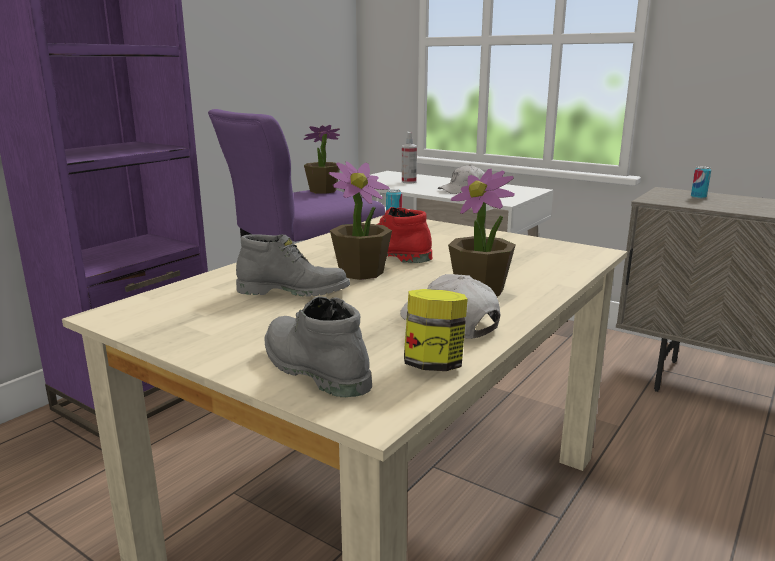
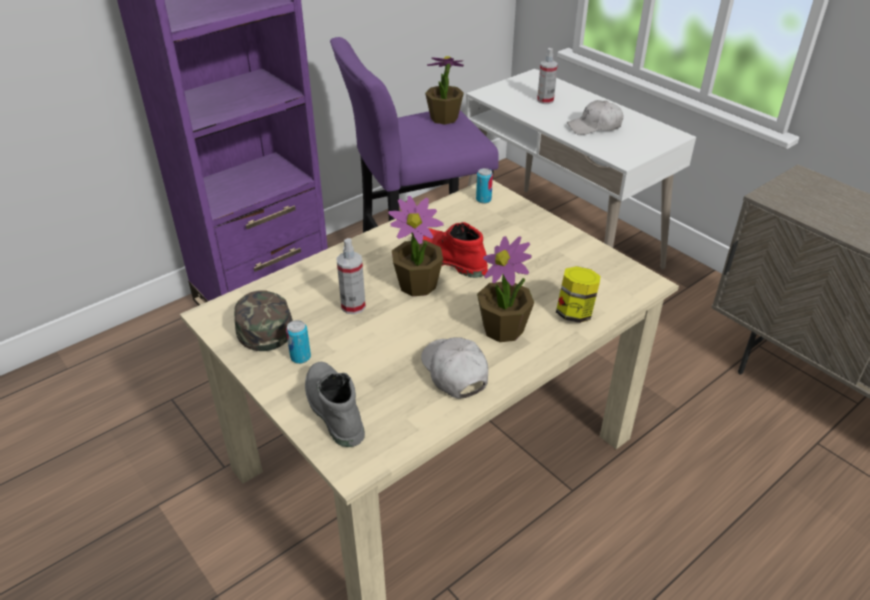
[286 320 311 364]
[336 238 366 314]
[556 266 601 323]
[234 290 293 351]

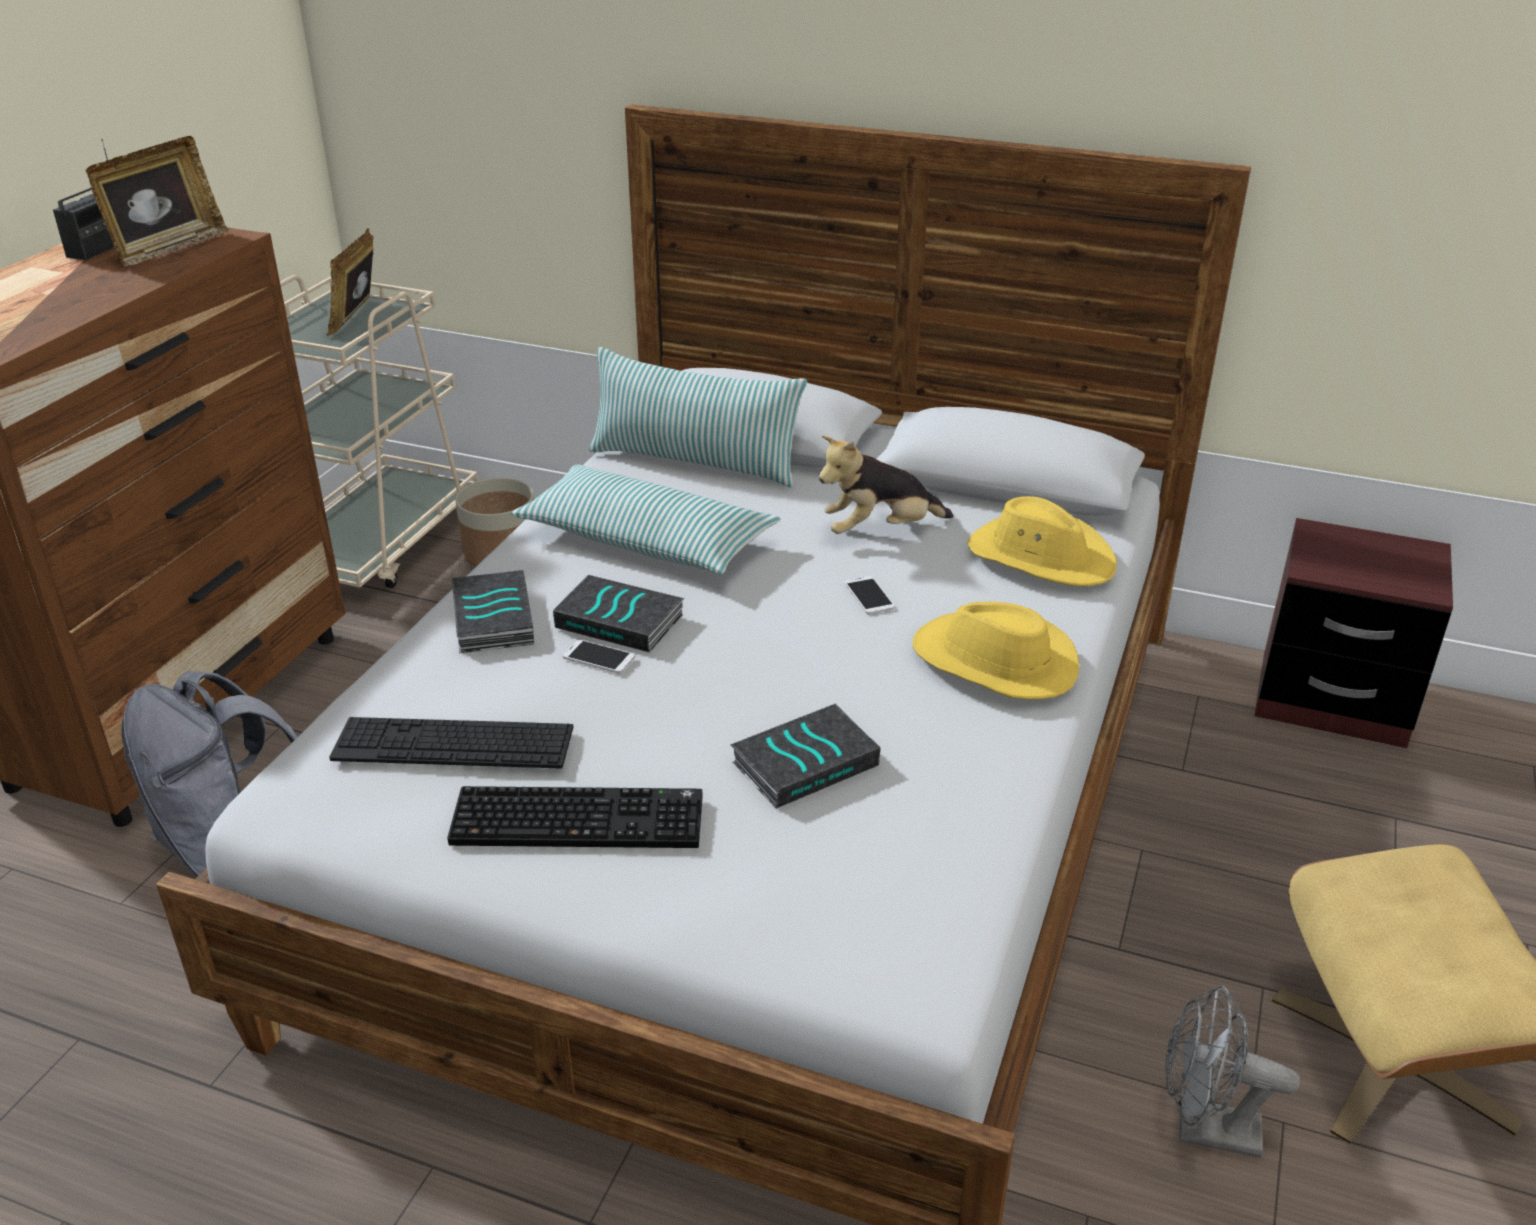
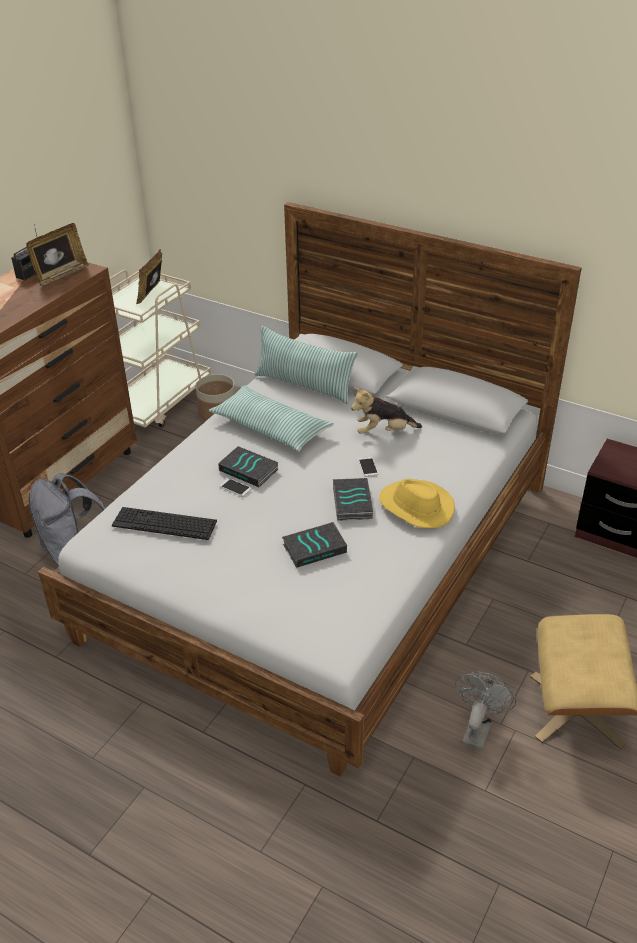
[968 496 1117 586] (first image)
[333 478 373 521]
[447 786 703 848] (first image)
[455 671 516 750]

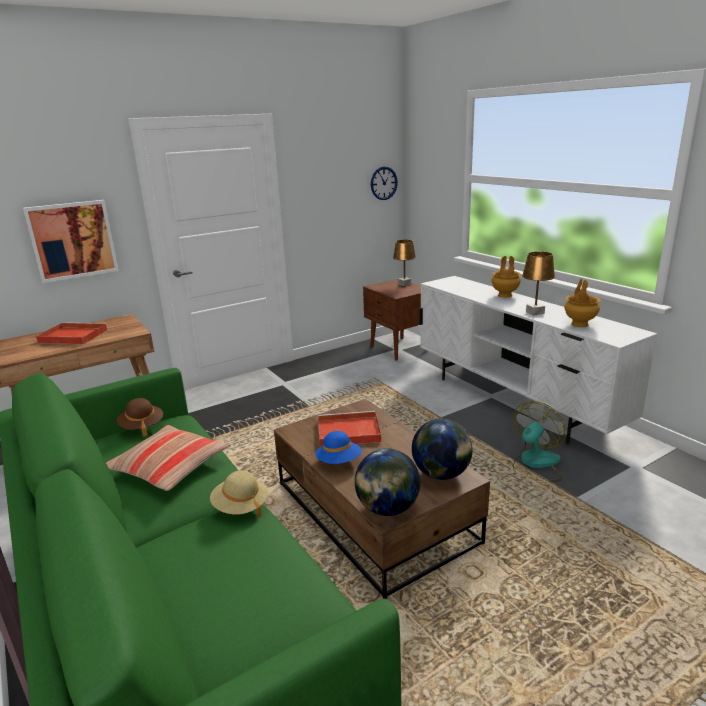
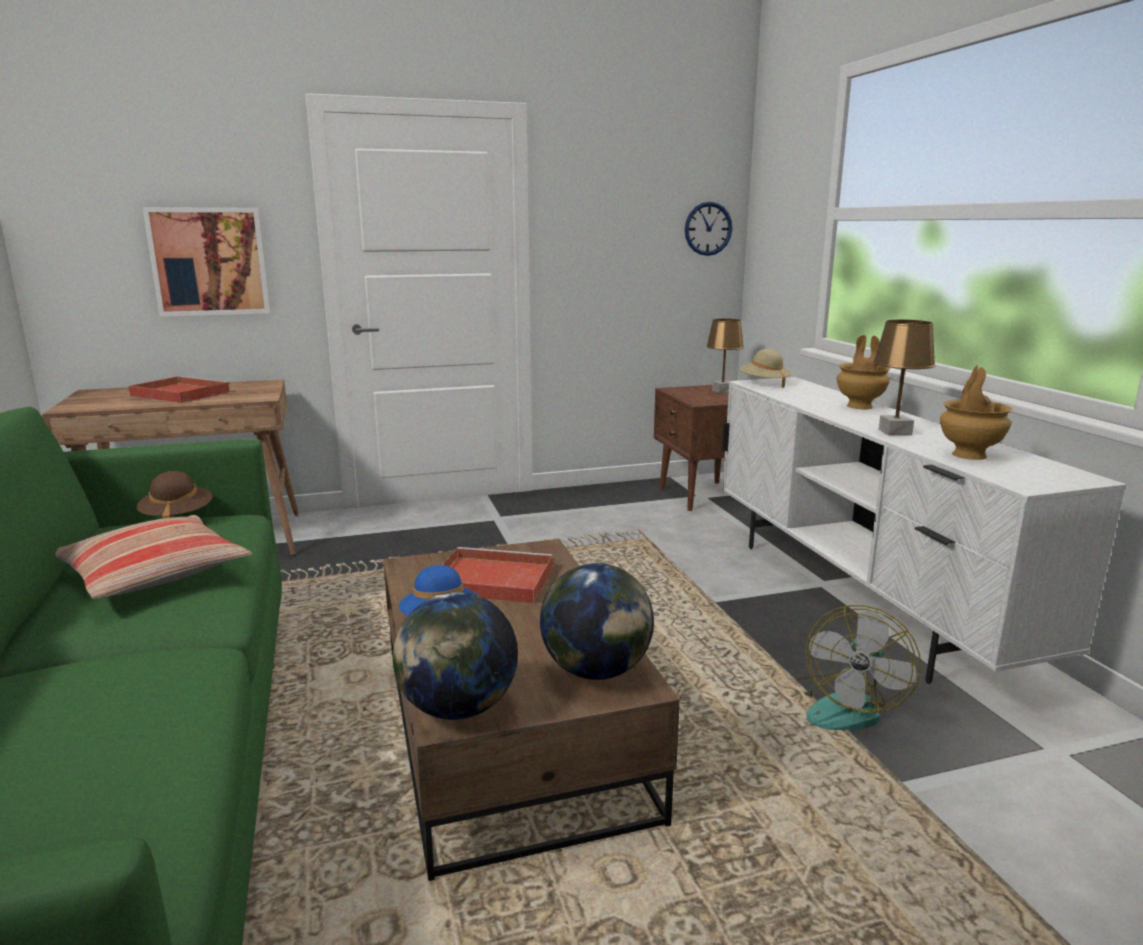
[795 605 921 731]
[739 349 791 388]

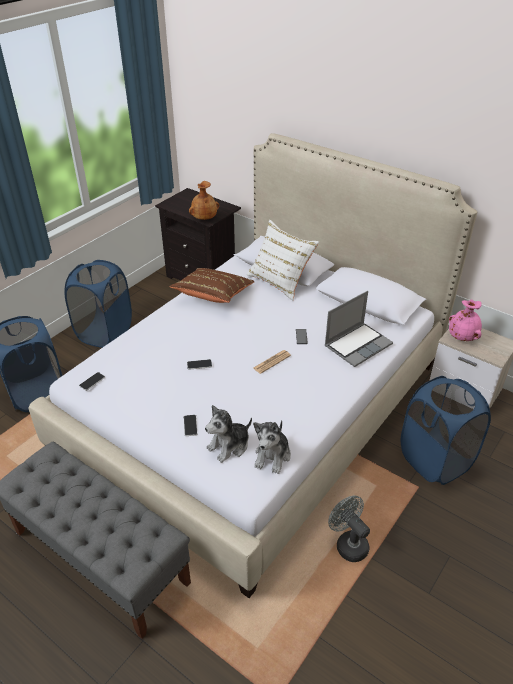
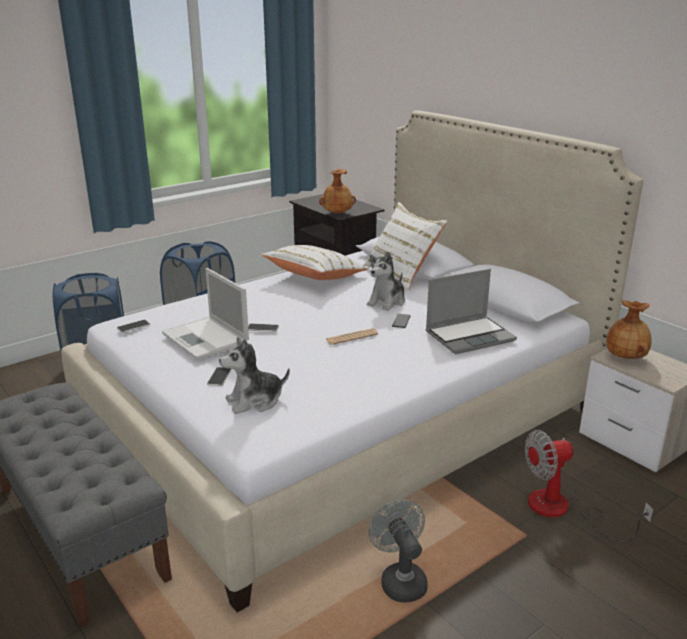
[262 245 368 280]
[606 300 652 359]
[525 430 653 541]
[367 251 405 311]
[162 268 249 360]

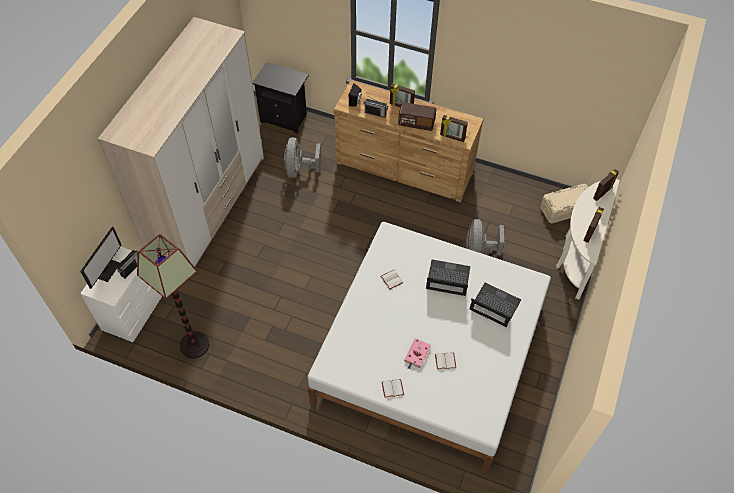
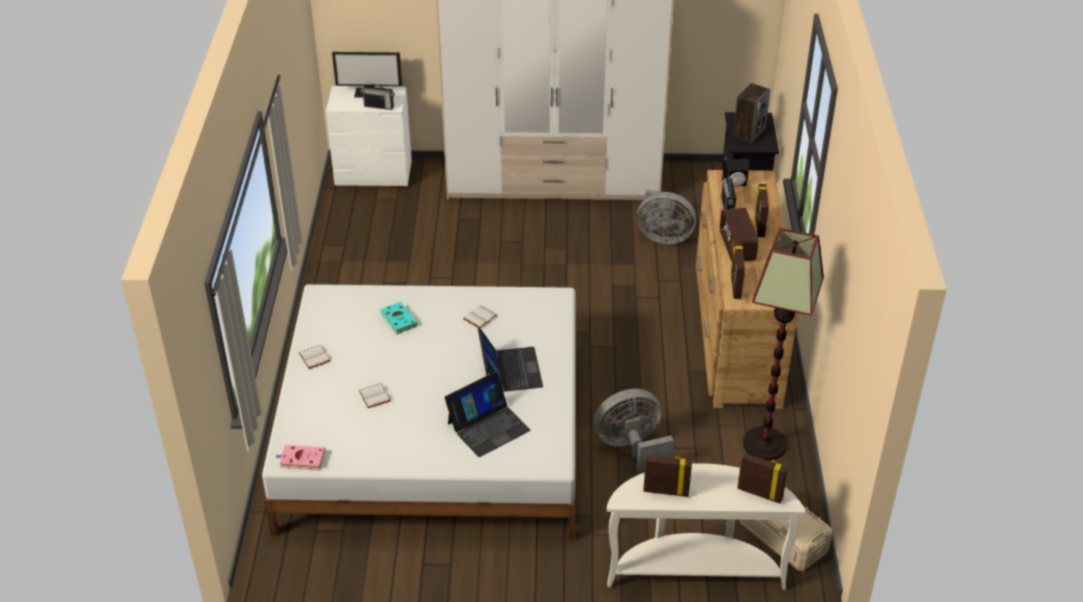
[637 190 696 244]
[743 228 824 460]
[444 371 530 457]
[275 445 325 470]
[733 83 771 143]
[380 302 418 334]

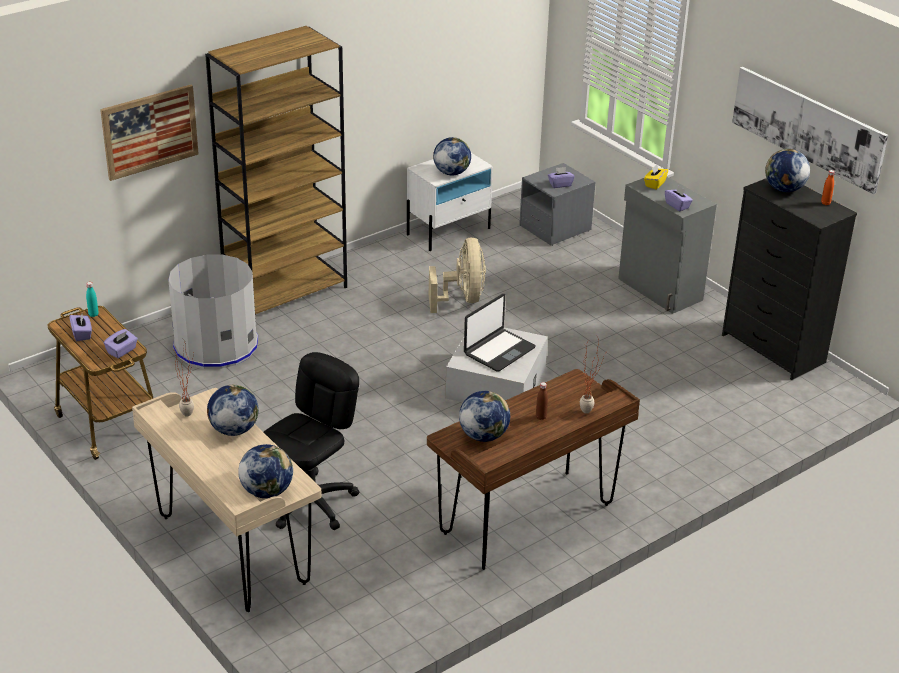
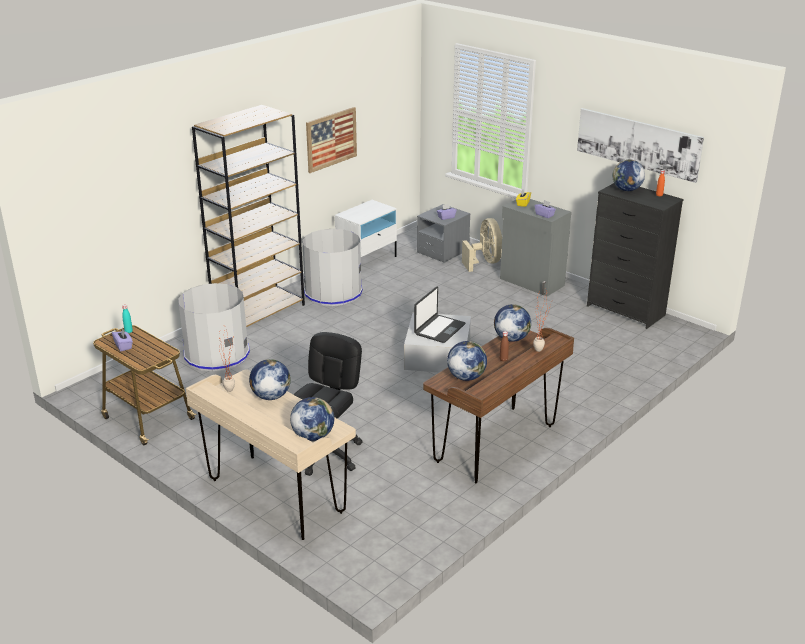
[306 107 357 173]
[494 304 531 342]
[462 218 502 272]
[104 329 138 358] (first image)
[302 229 363 306]

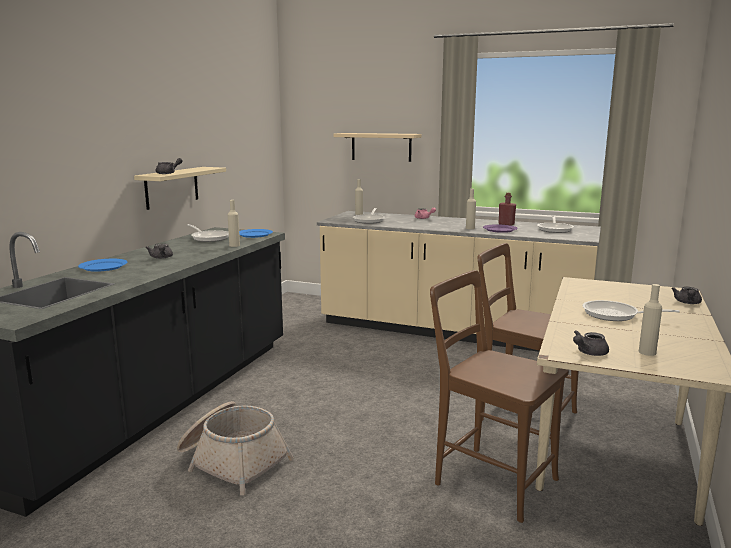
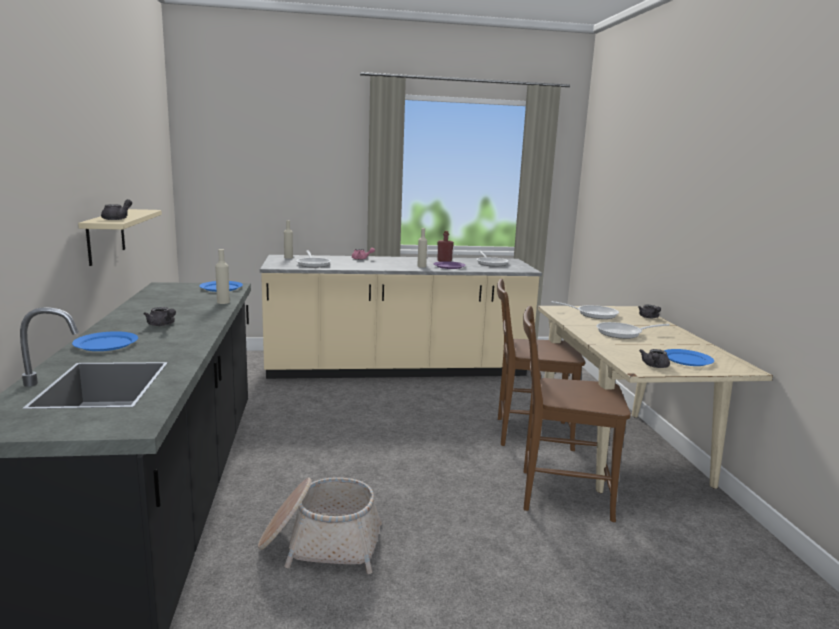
[333 133 422 162] (first image)
[551 301 619 319]
[664 349 714 366]

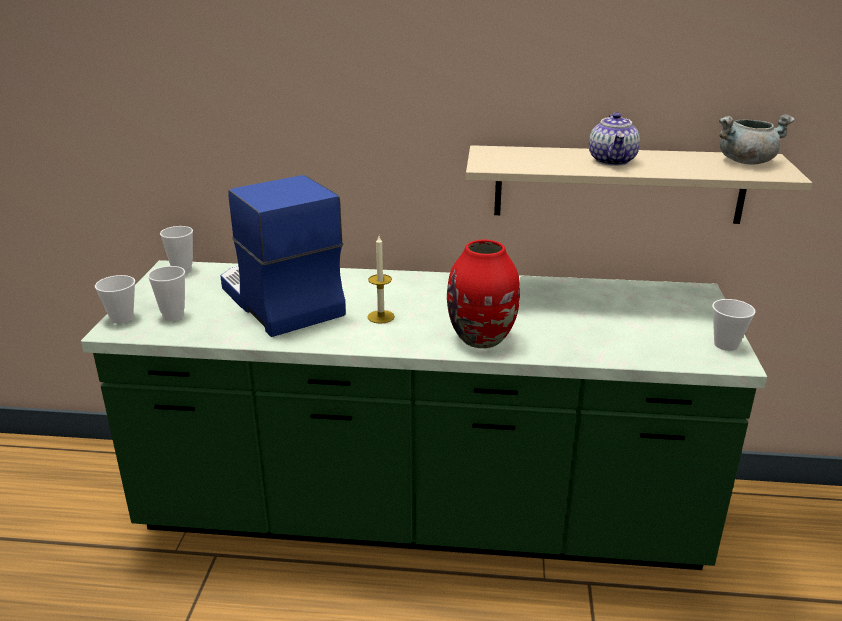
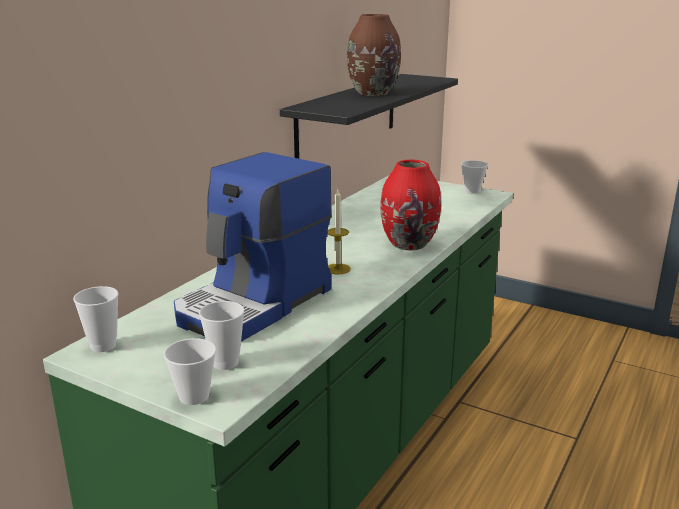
[347 14 401 96]
[719 114 795 165] (first image)
[280 74 458 159]
[174 152 332 342]

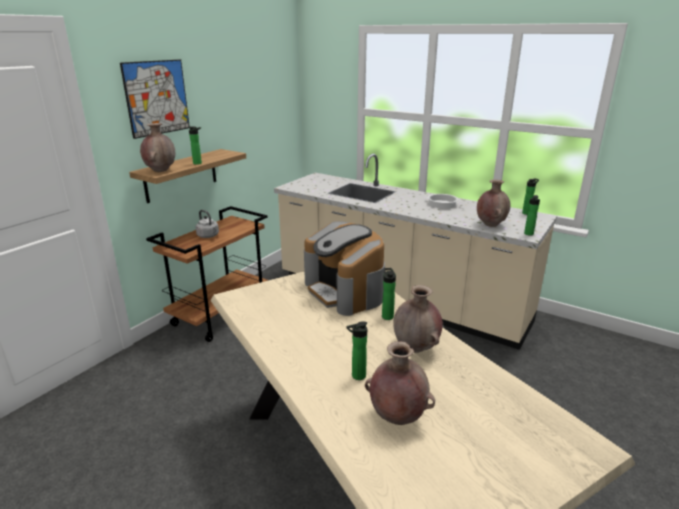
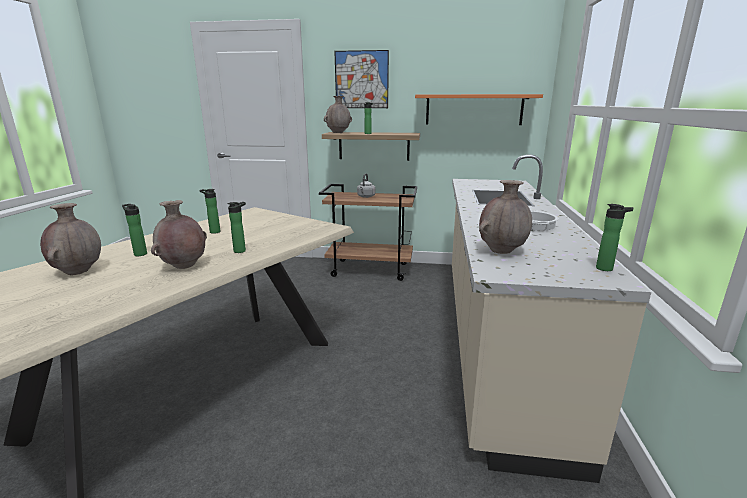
[199 189 220 234]
[304 221 385 316] (first image)
[415 94 543 125]

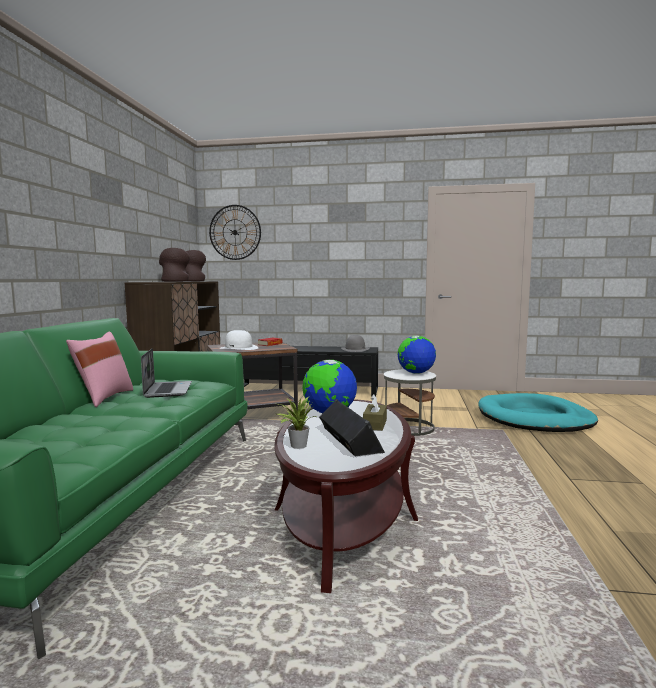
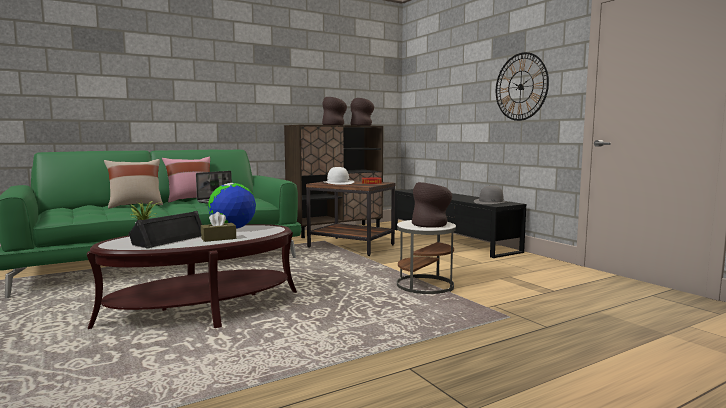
[496 52 549 121]
[412 182 452 228]
[478 393 598 432] (first image)
[104 159 163 209]

